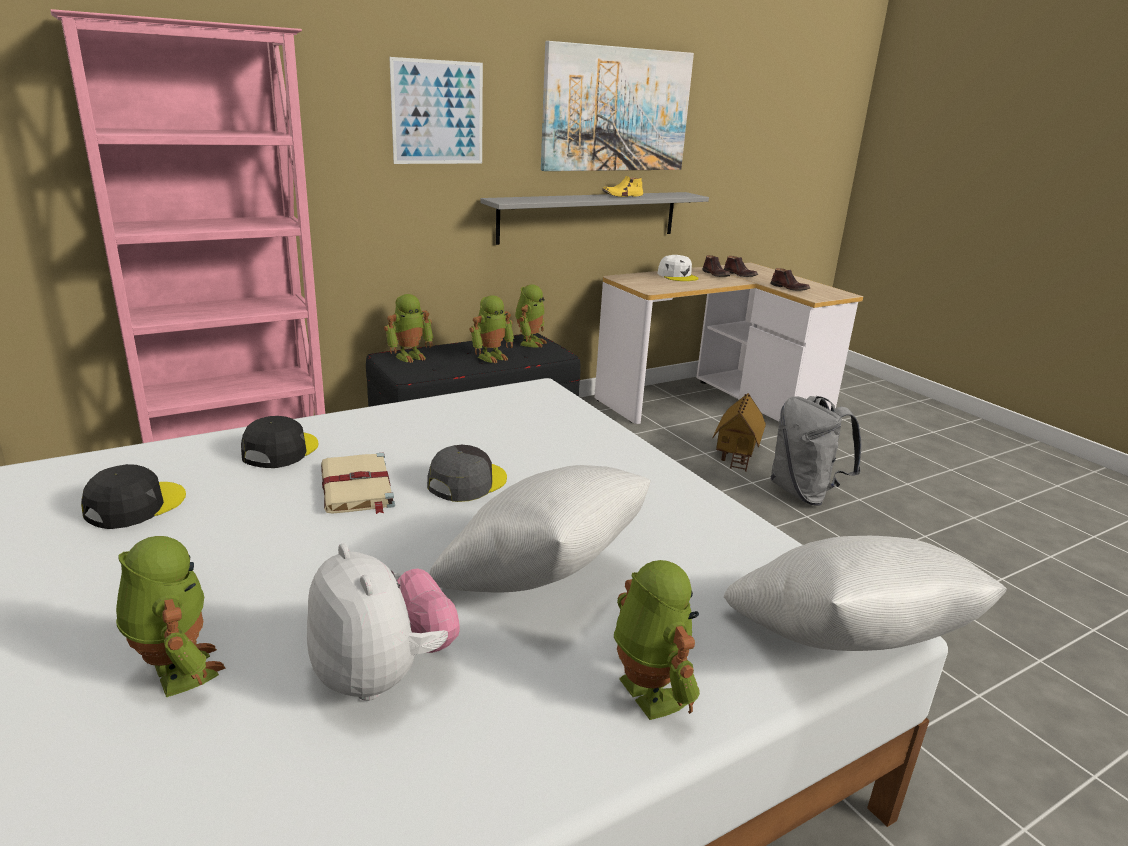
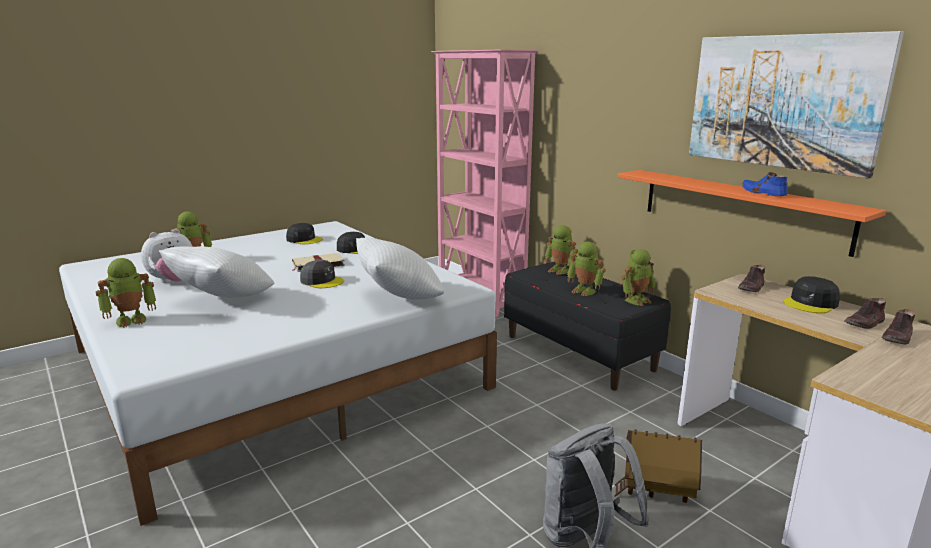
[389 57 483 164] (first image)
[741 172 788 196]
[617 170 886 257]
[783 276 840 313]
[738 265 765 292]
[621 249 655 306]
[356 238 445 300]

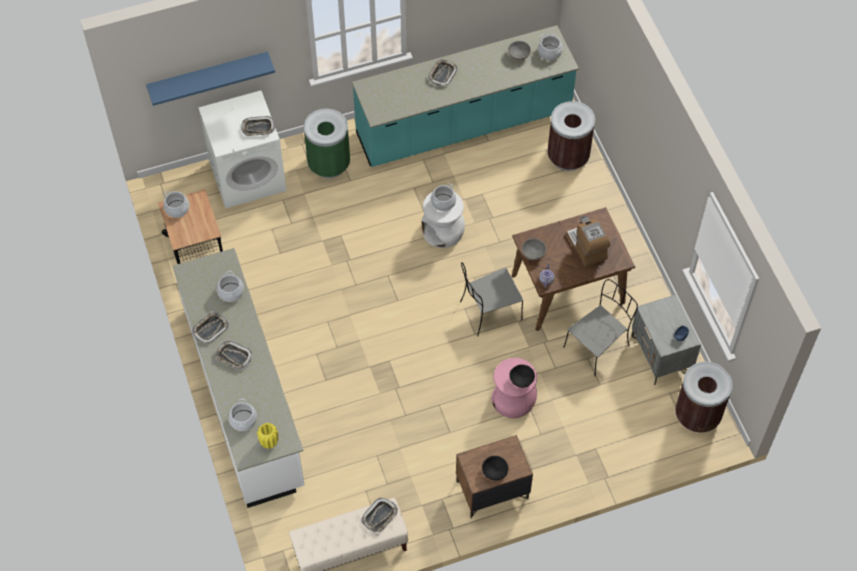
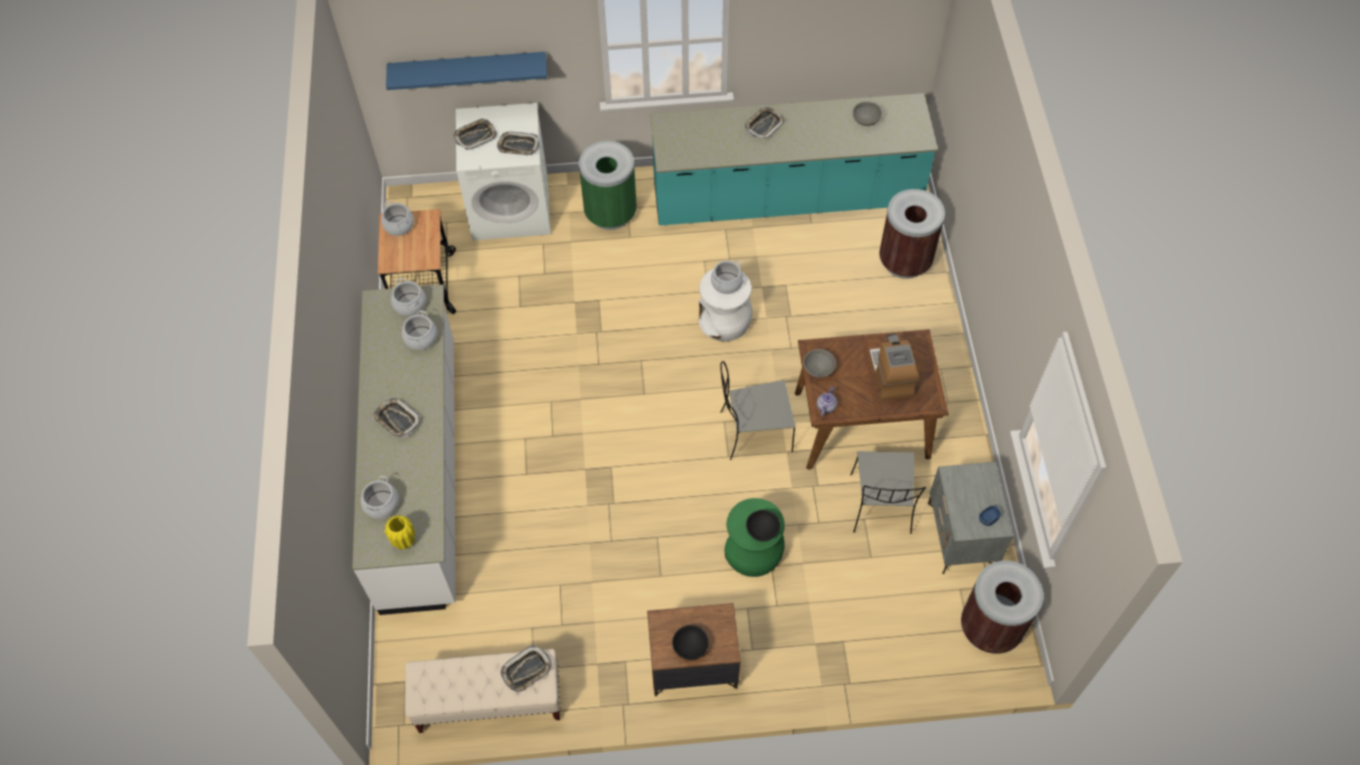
[391 278 426 316]
[850 451 926 534]
[453 118 497 150]
[724 498 785 577]

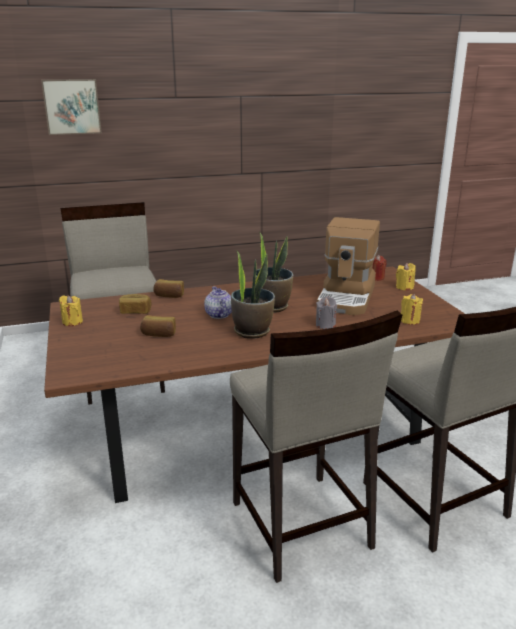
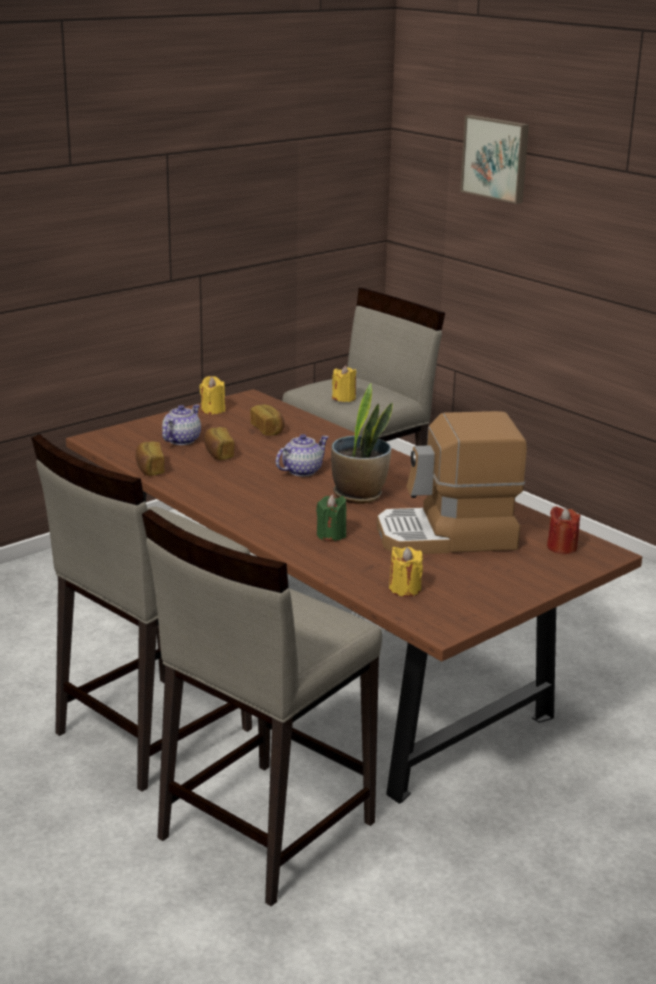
[231 250 275 339] (first image)
[332 365 356 402]
[136 441 164 476]
[316 494 346 541]
[162 404 201 445]

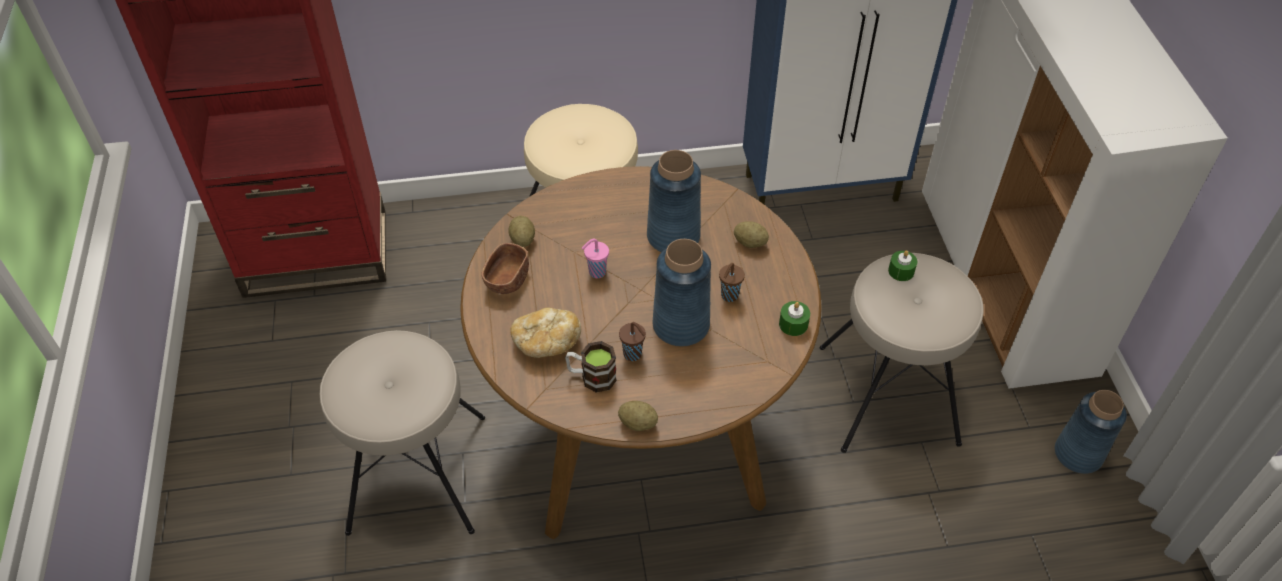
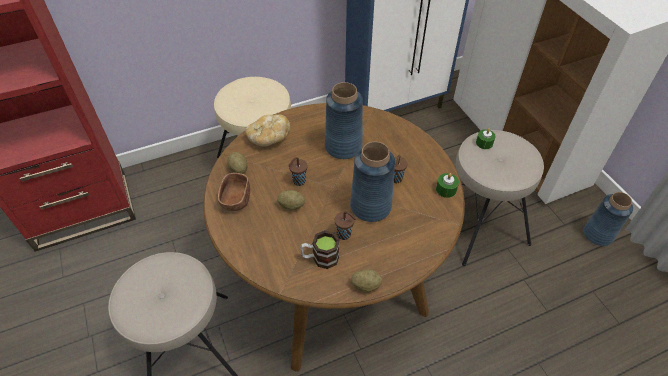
[277 190 305 210]
[288 157 307 186]
[245 115 290 146]

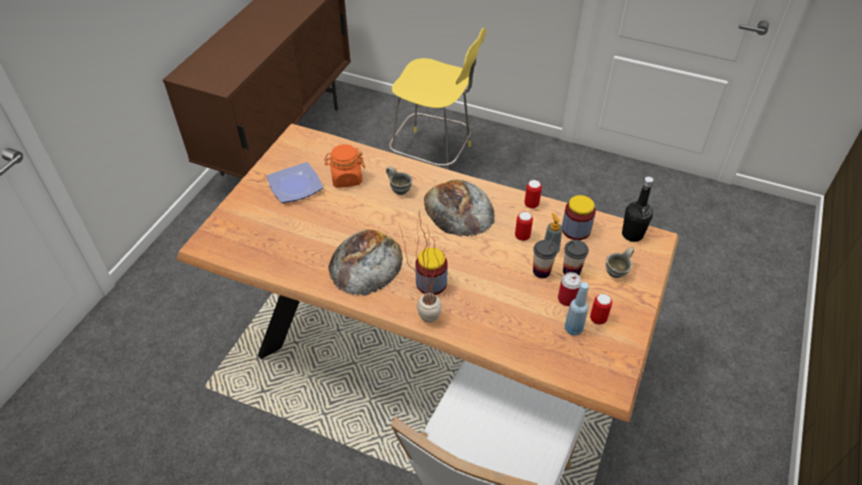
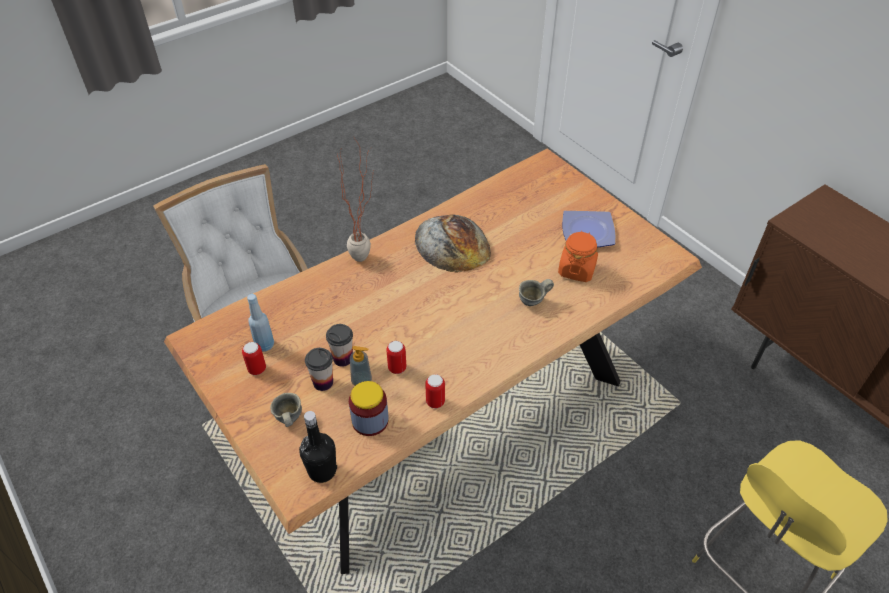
[424 180 495 236] (first image)
[415 248 448 295] (first image)
[558 272 582 306] (first image)

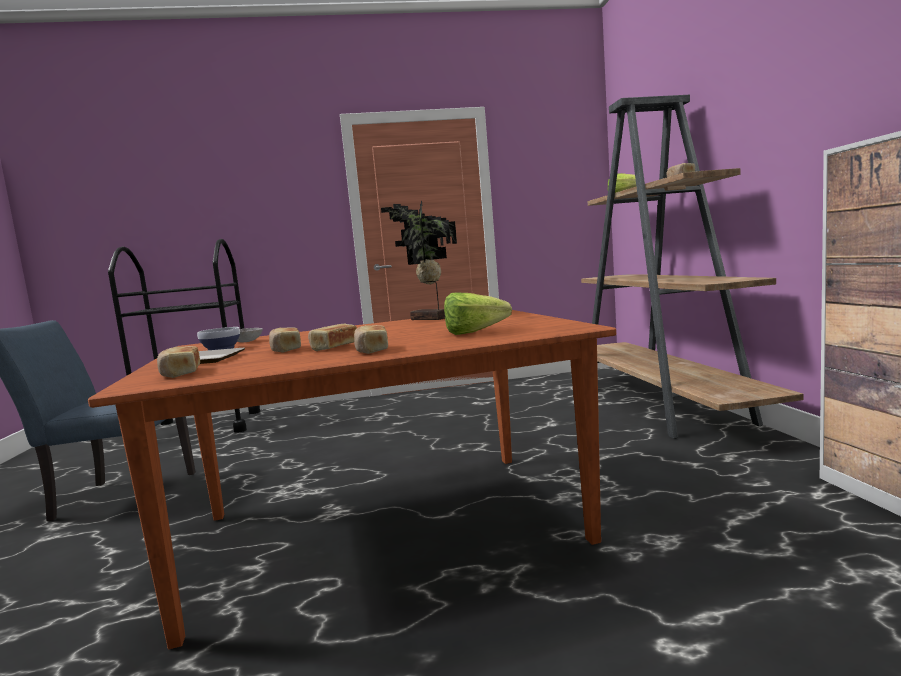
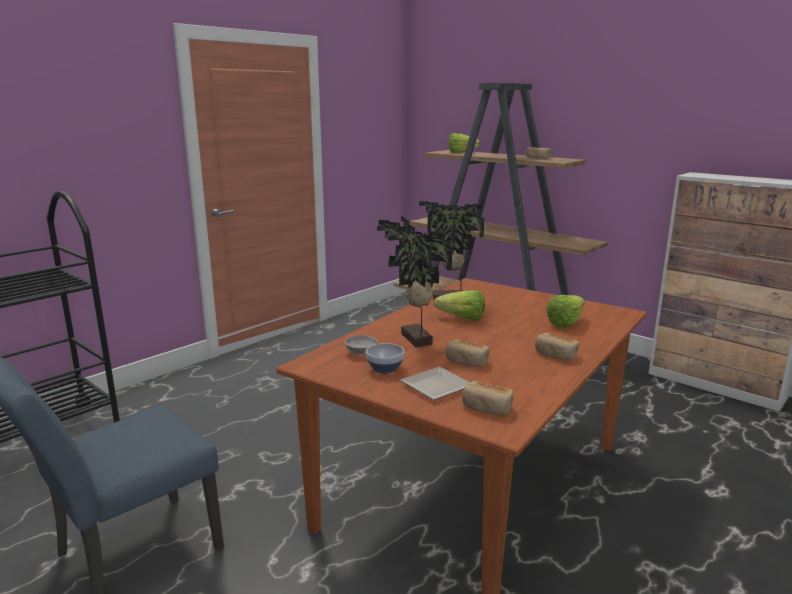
[308 323 357 351] (first image)
[377 216 452 347]
[434 290 485 321]

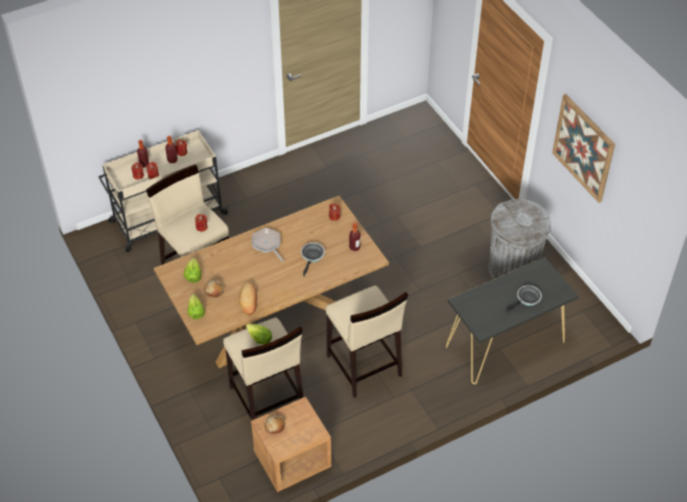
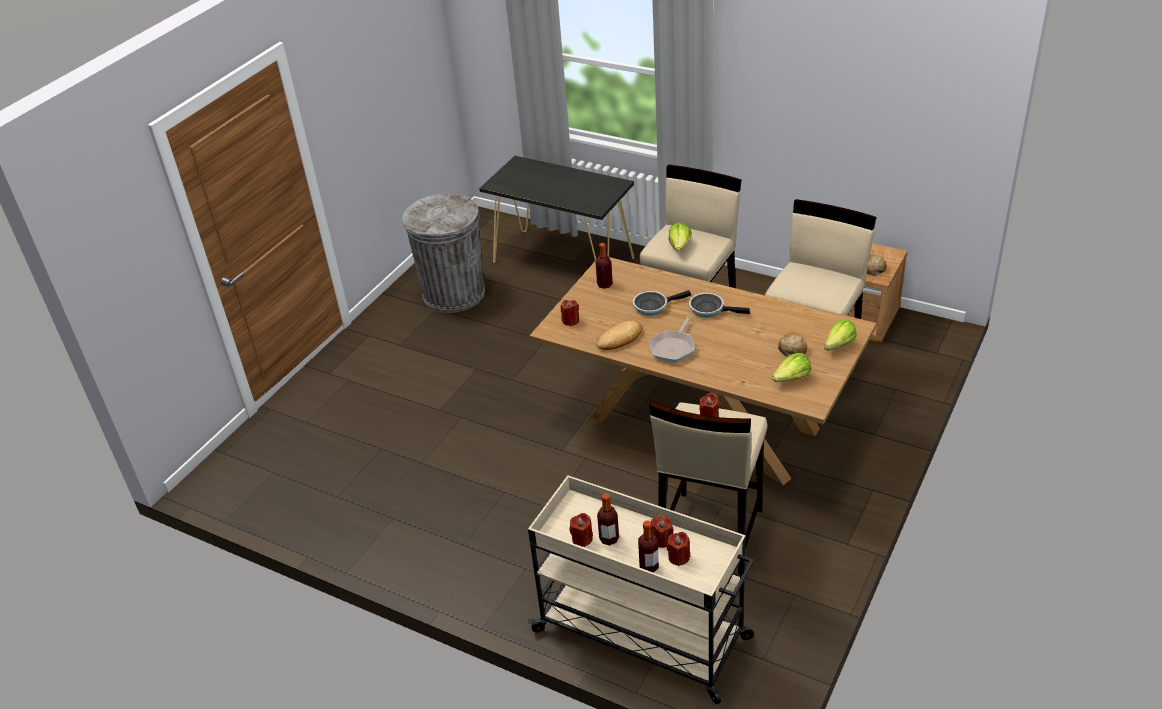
[552 94 615 203] (first image)
[596 320 643 350]
[689 293 750 318]
[668 222 692 251]

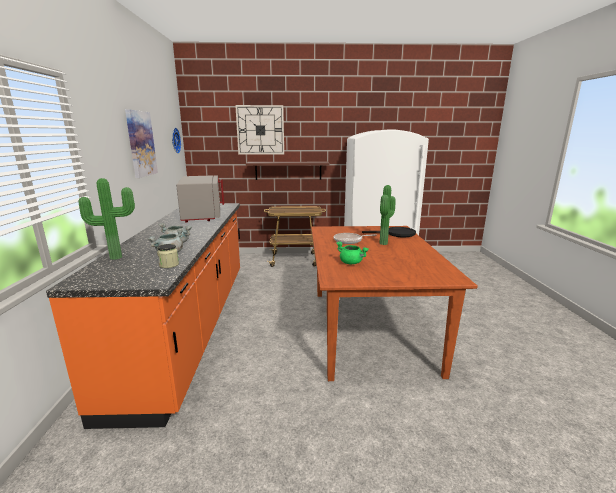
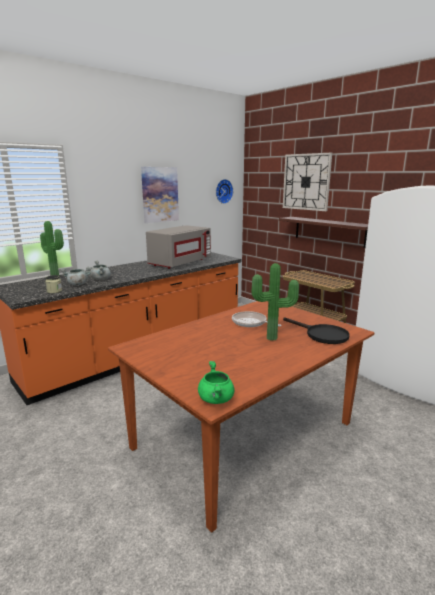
[198 361 235 404]

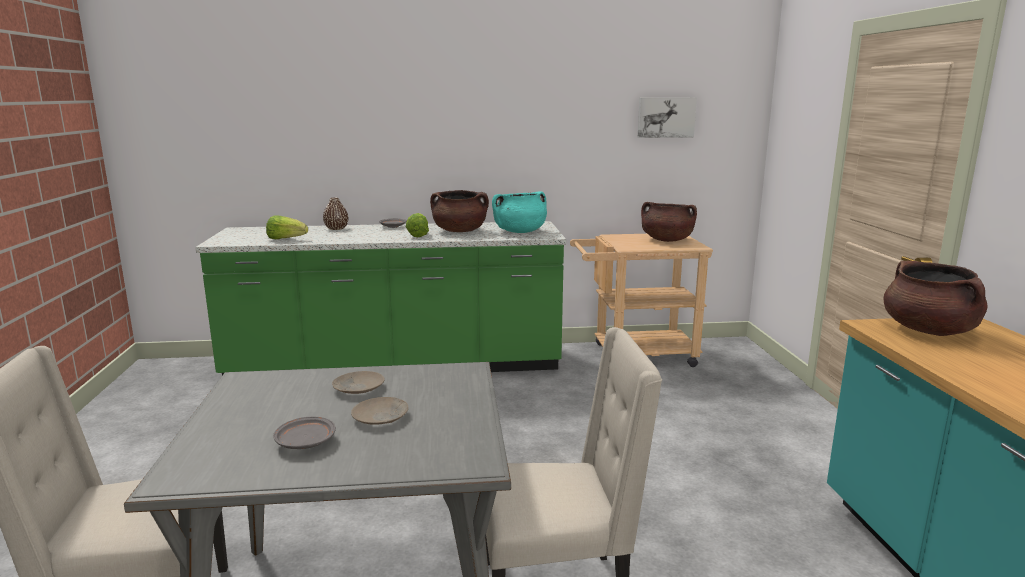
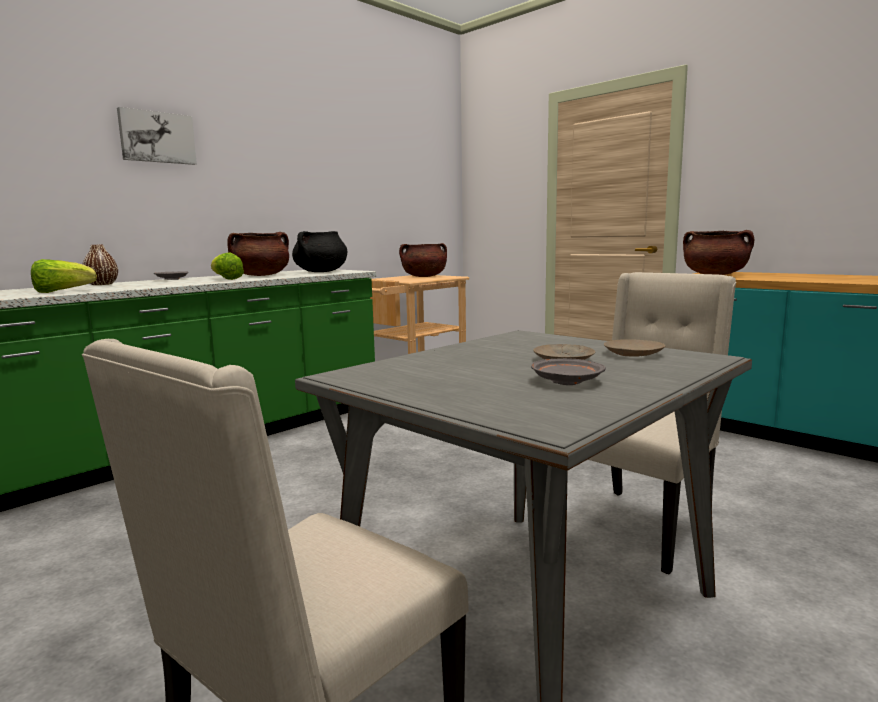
[117 107 197 165]
[292 231 347 272]
[604 339 665 357]

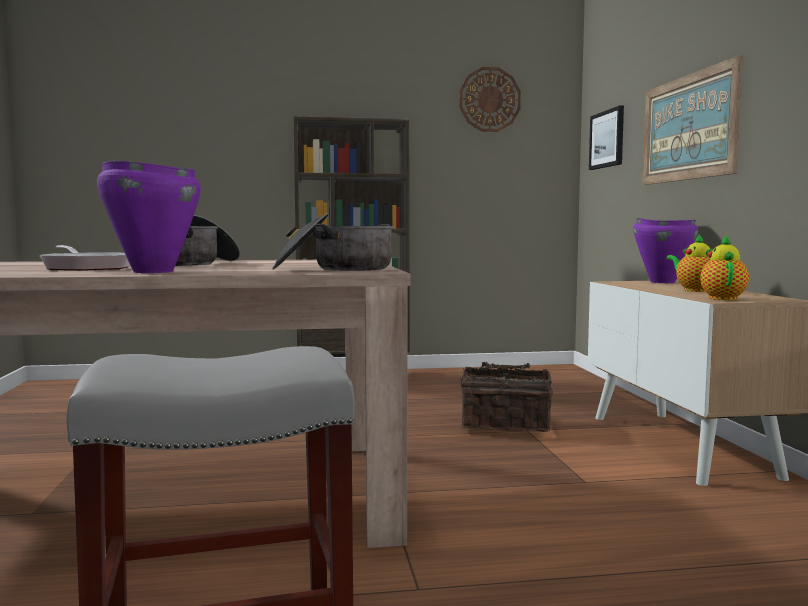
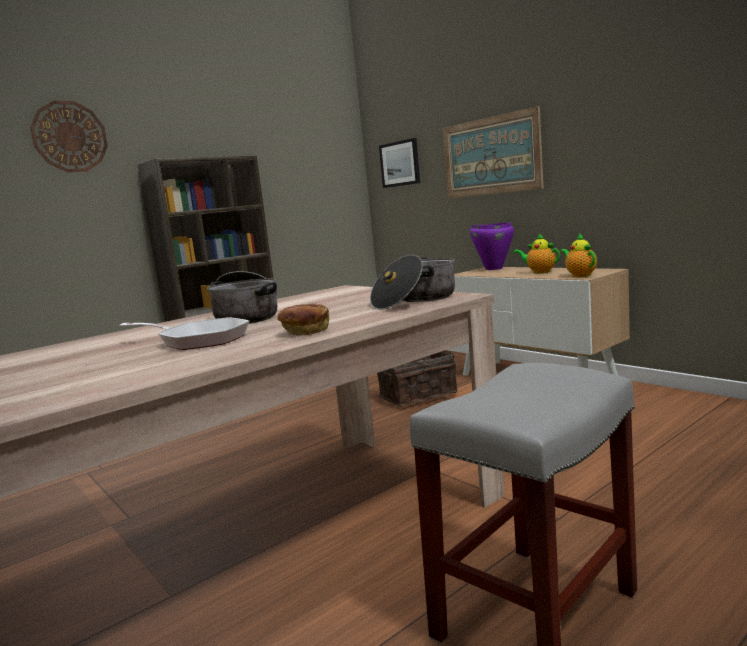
[30 101 108 172]
[277 303 329 335]

